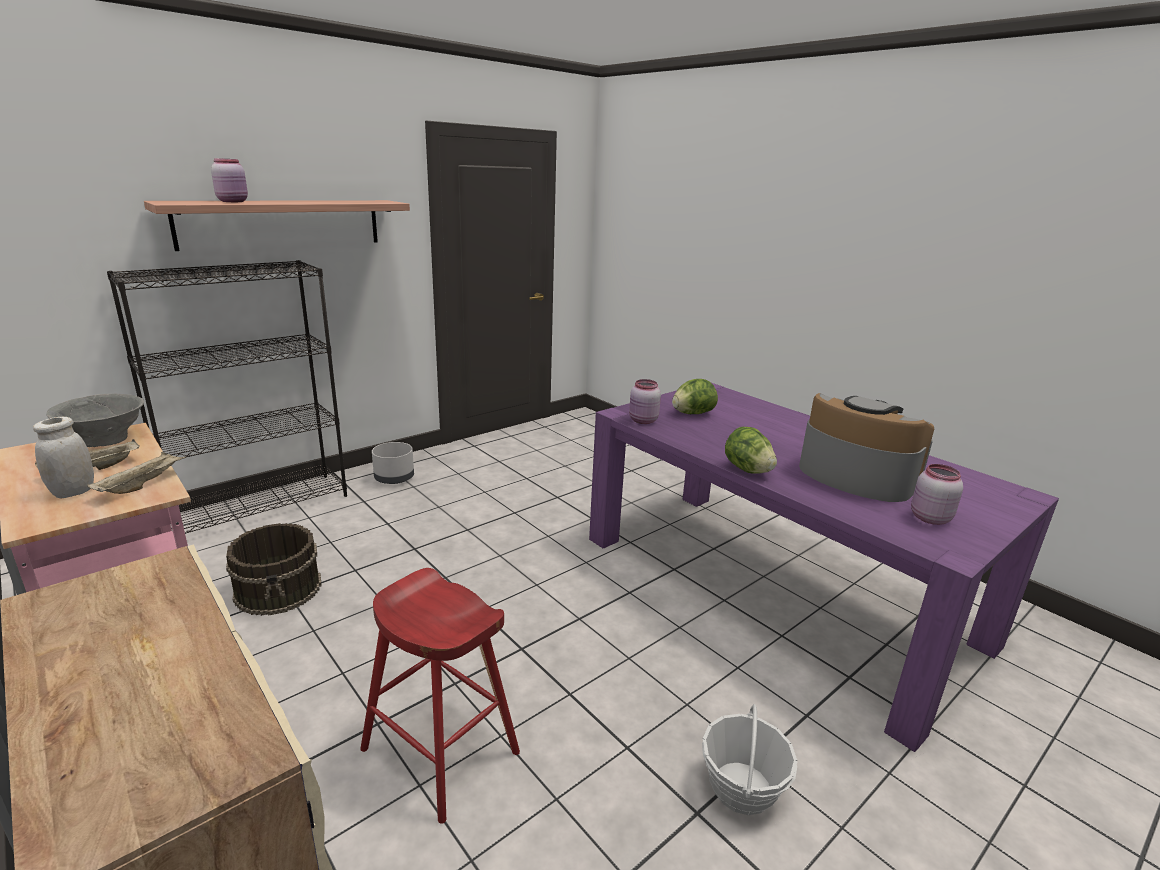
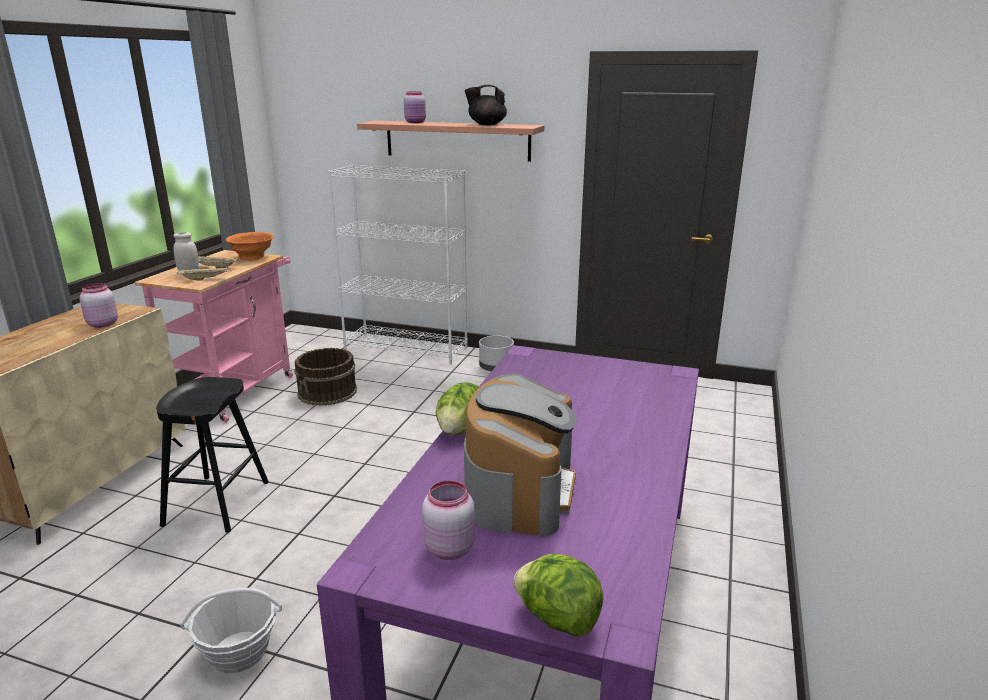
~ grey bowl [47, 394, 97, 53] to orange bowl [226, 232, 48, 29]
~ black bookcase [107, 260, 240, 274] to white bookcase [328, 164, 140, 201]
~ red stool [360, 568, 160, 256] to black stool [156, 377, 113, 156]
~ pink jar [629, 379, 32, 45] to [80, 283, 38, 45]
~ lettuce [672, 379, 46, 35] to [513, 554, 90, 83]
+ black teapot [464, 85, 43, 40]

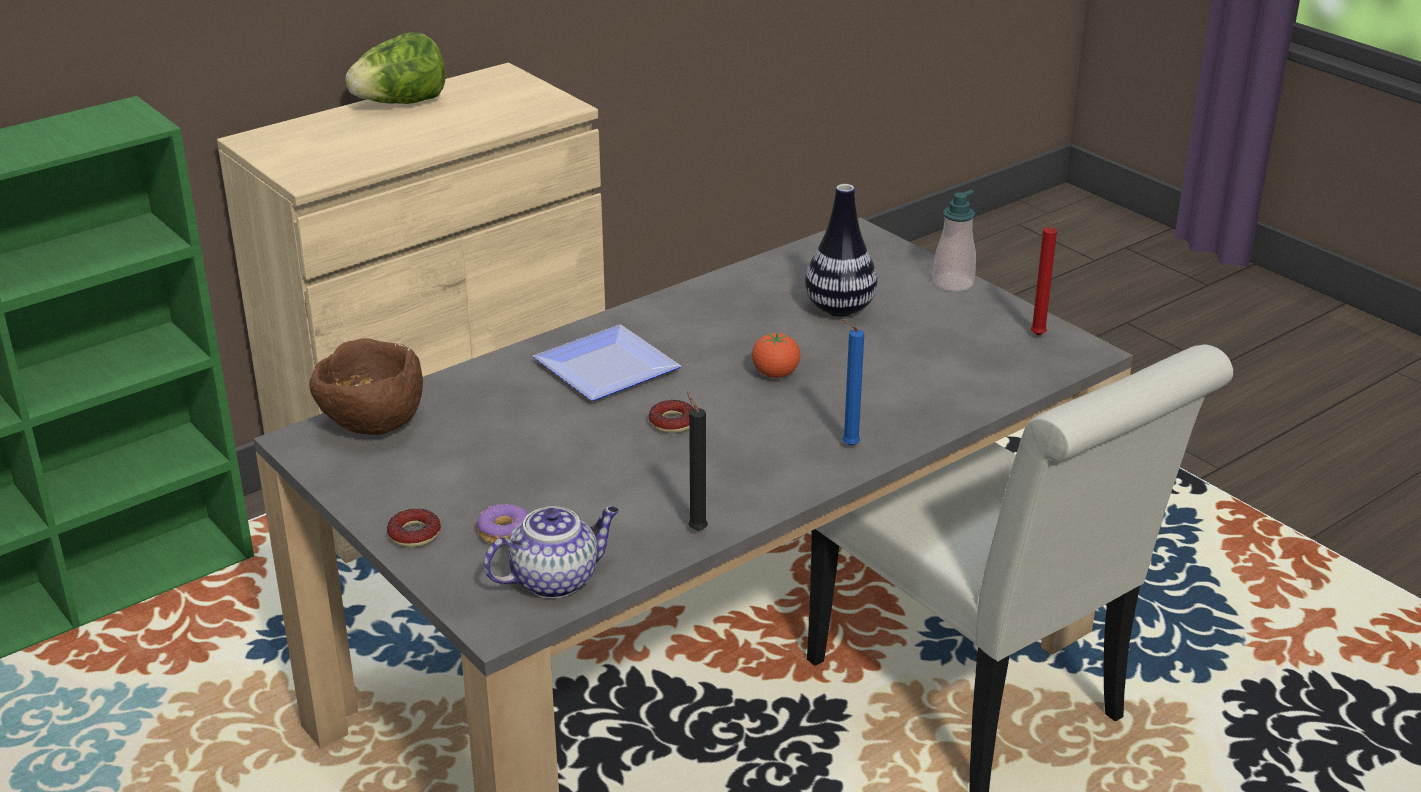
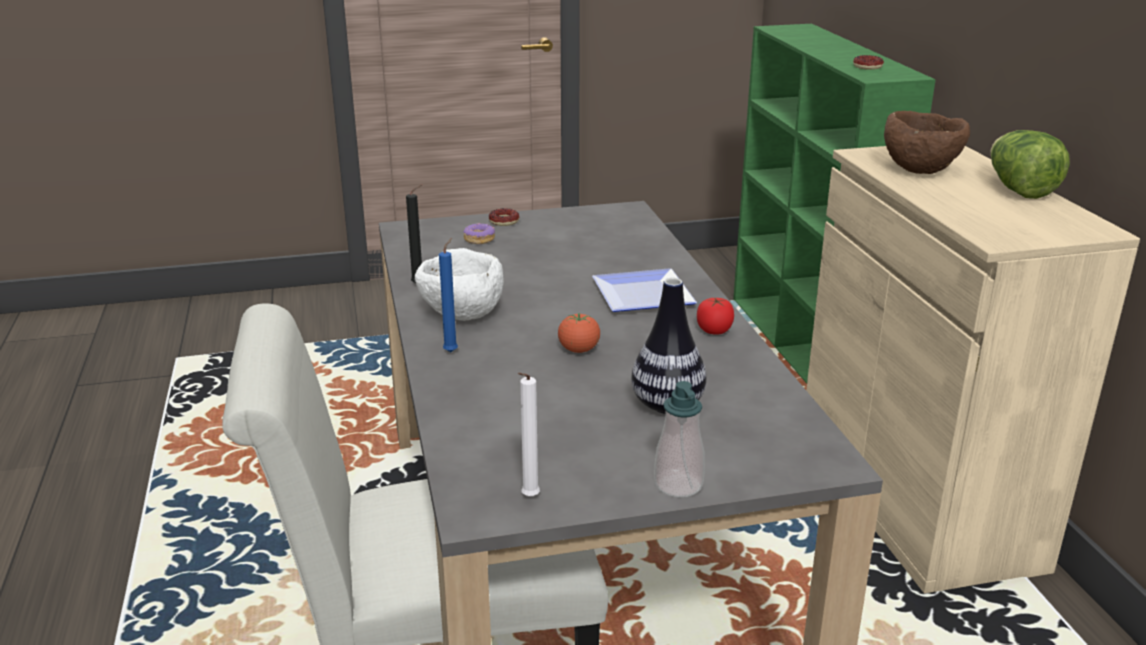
~ brown bowl [309, 338, 114, 97] to [884, 111, 86, 63]
- teapot [484, 506, 135, 92]
~ donut [649, 400, 45, 33] to [853, 55, 31, 15]
~ red candle [1030, 218, 36, 118] to white candle [518, 372, 22, 125]
+ white bowl [415, 248, 89, 73]
+ tomato [697, 297, 37, 38]

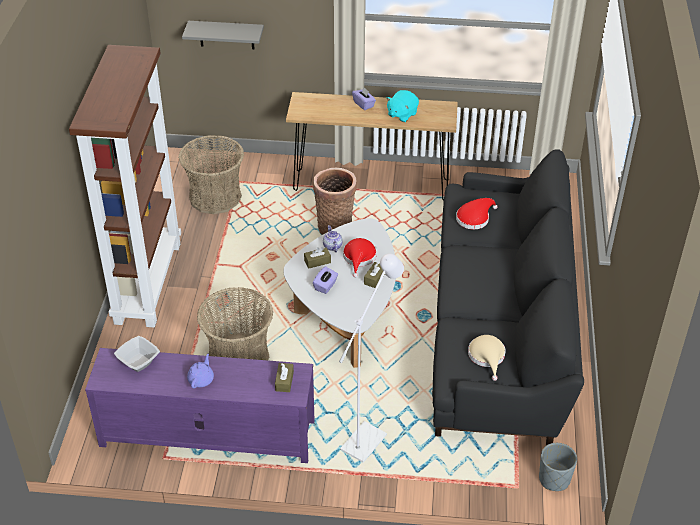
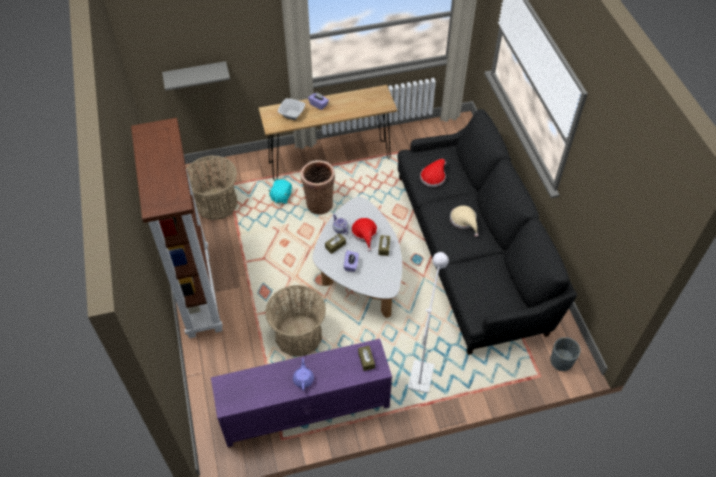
~ bowl [114, 336, 46, 36] to [278, 98, 27, 22]
~ turquoise plush toy [387, 90, 32, 32] to [268, 179, 24, 25]
~ beige hat [468, 335, 38, 46] to [450, 206, 28, 31]

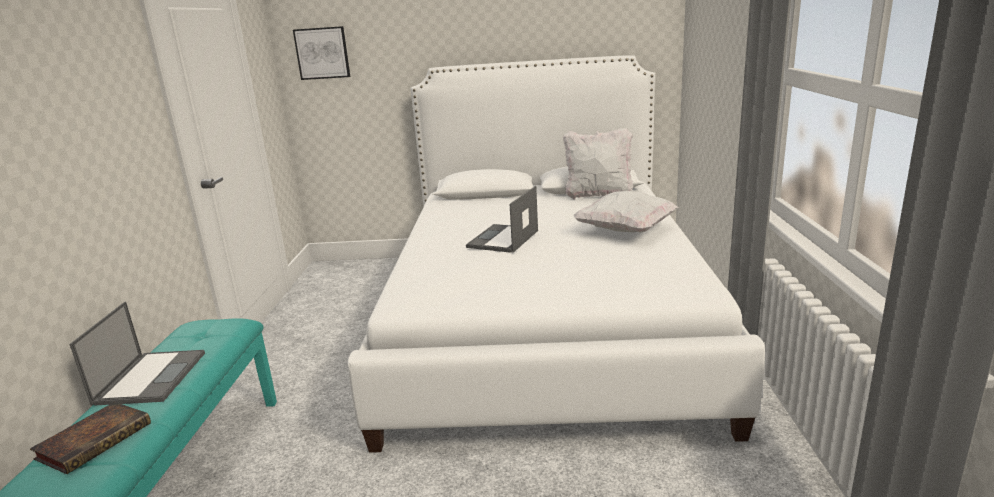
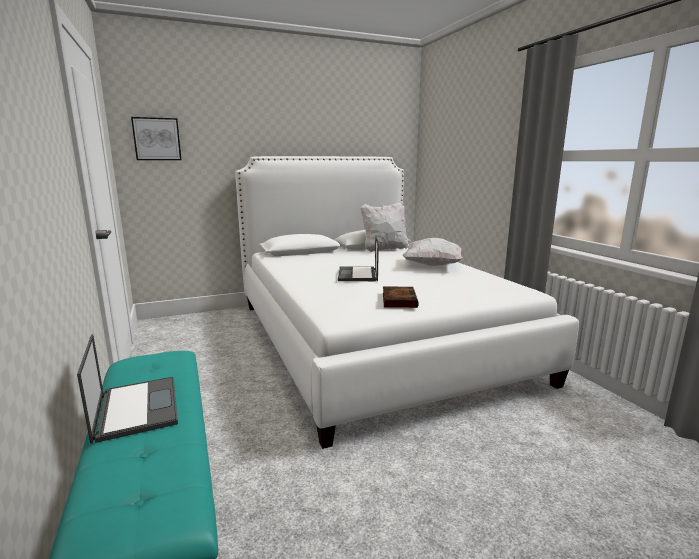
~ book [30, 402, 121, 72] to [383, 287, 36, 21]

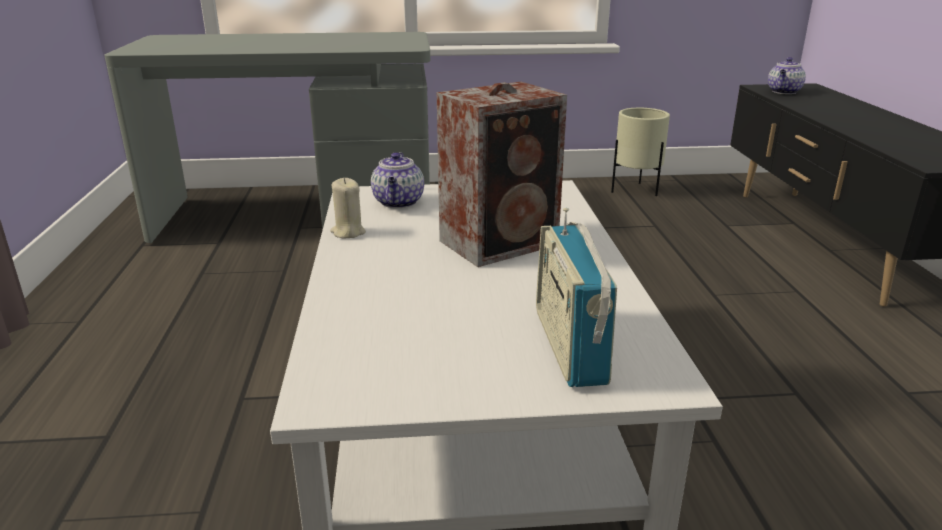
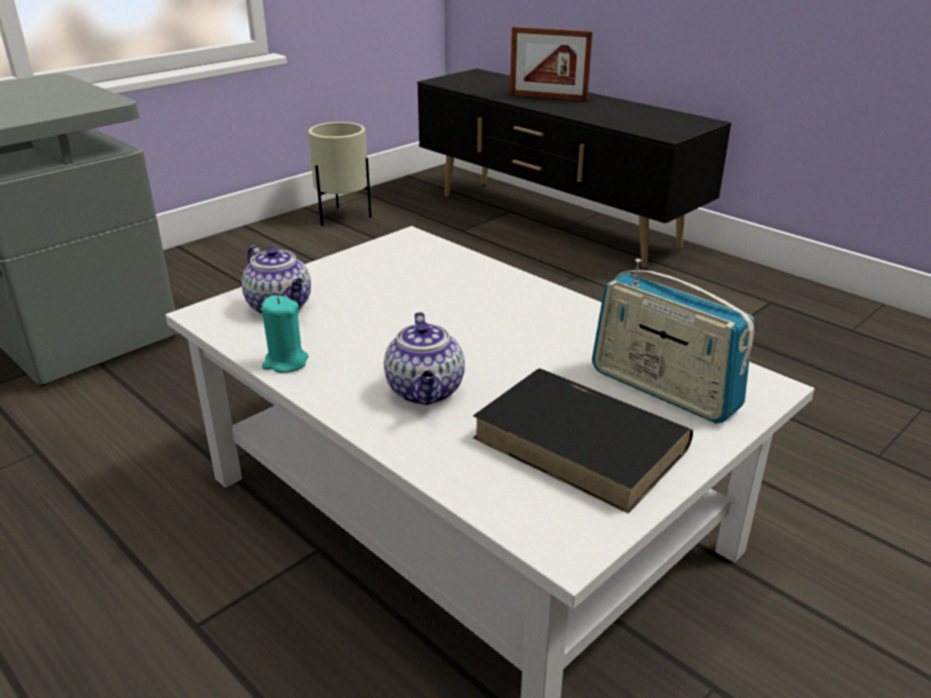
~ beige candle [330, 178, 36, 61] to turquoise candle [261, 295, 47, 78]
- speaker [437, 82, 130, 185]
~ teapot [768, 57, 38, 37] to [384, 312, 81, 93]
+ black book [473, 368, 220, 146]
+ picture frame [510, 27, 83, 74]

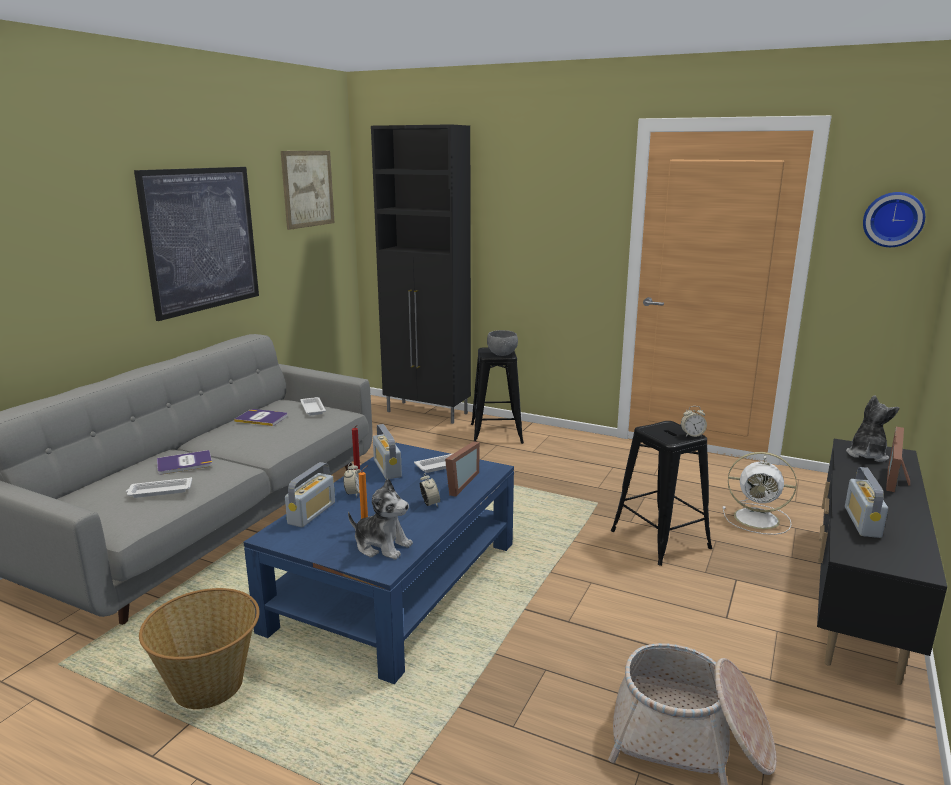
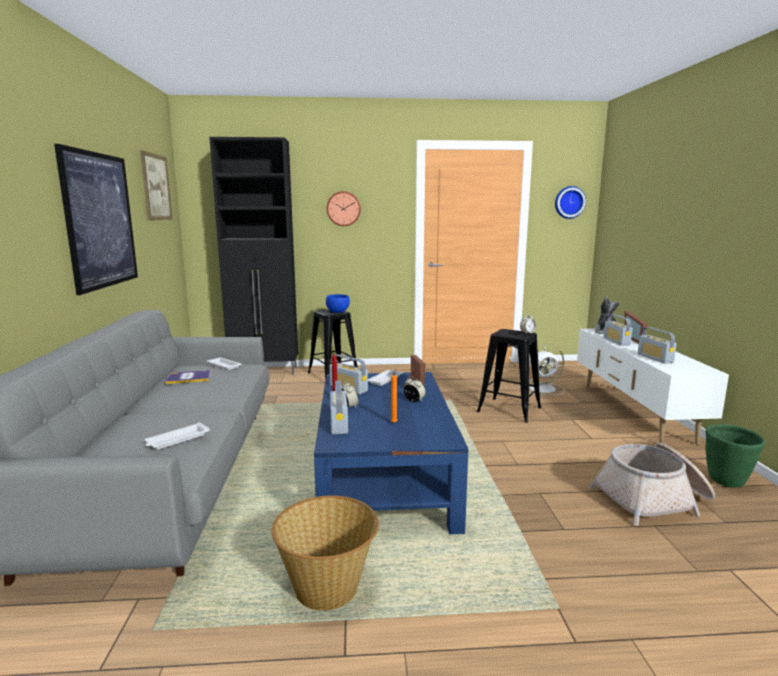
- book [157, 450, 55, 24]
- plush toy [348, 478, 65, 82]
~ grey bowl [487, 330, 31, 26] to blue bowl [326, 294, 24, 19]
~ black tv stand [817, 439, 130, 246] to white tv stand [577, 328, 152, 117]
+ wall clock [327, 191, 34, 35]
+ radio [604, 314, 29, 32]
+ green planter [705, 424, 60, 64]

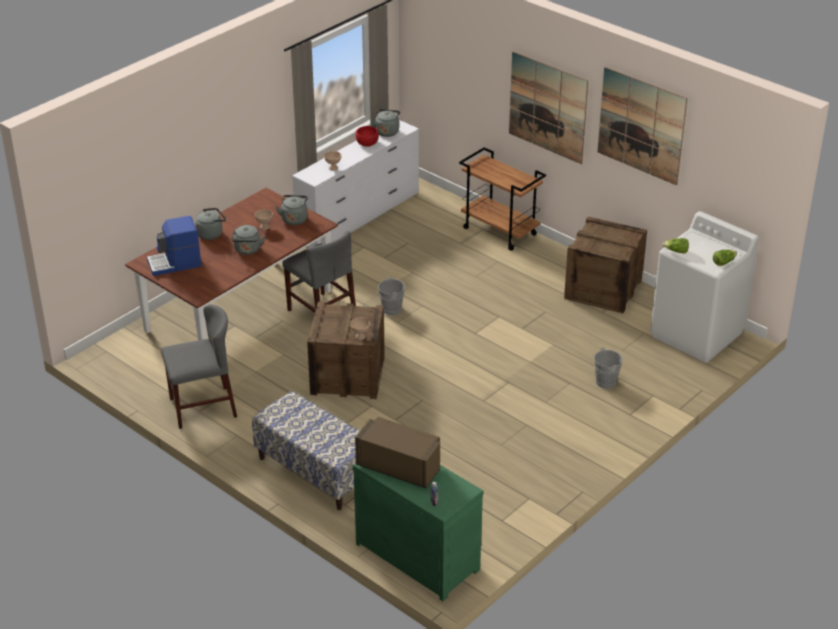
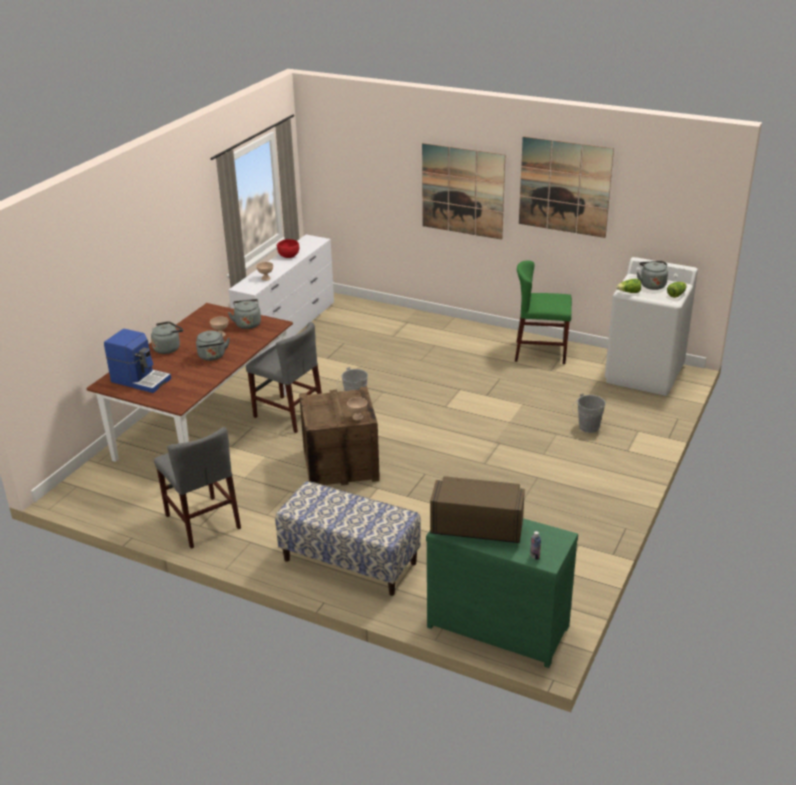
~ coffee machine [147, 216, 54, 60] = [104, 329, 67, 64] 120 degrees counterclockwise
~ grey chair [161, 304, 76, 125] = [154, 427, 87, 122] 90 degrees clockwise
~ grey kettle [370, 109, 30, 28] to [637, 261, 31, 29]
- brown cart [459, 147, 87, 104]
~ crate [564, 216, 83, 97] to green chair [515, 261, 57, 103]

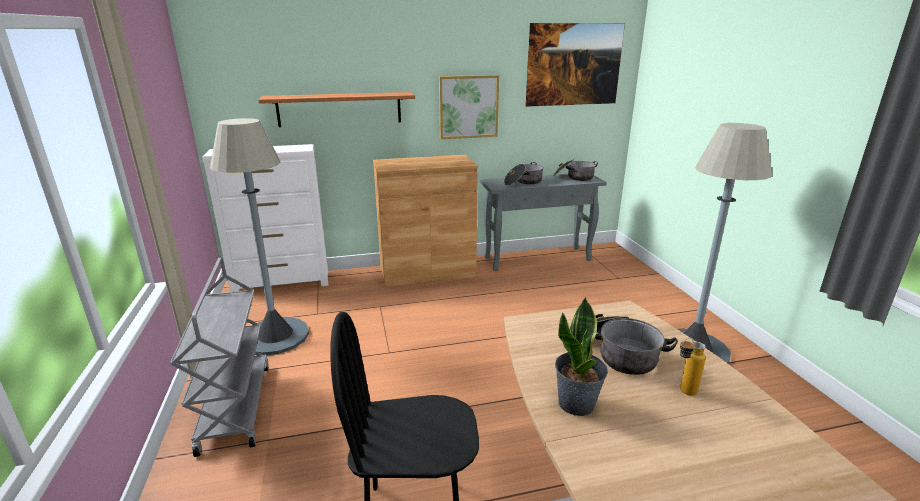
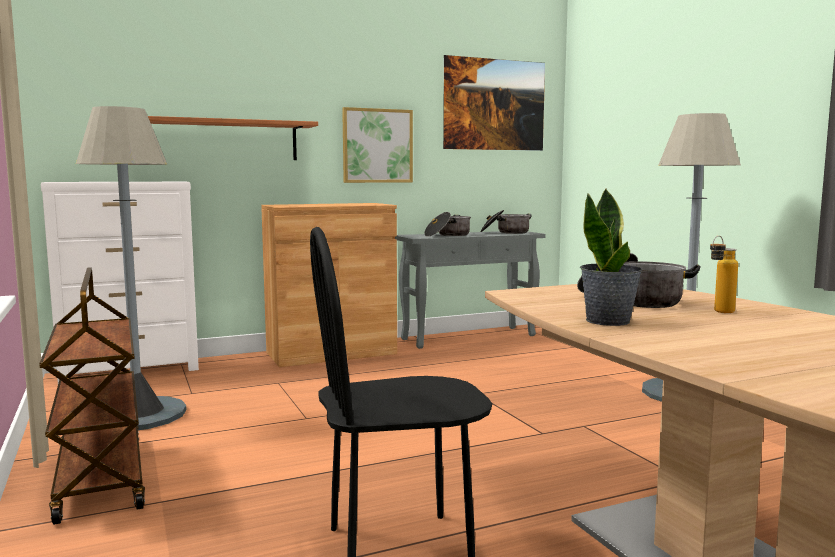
~ grey cart [170, 258, 99, 199] to brown cart [39, 267, 106, 258]

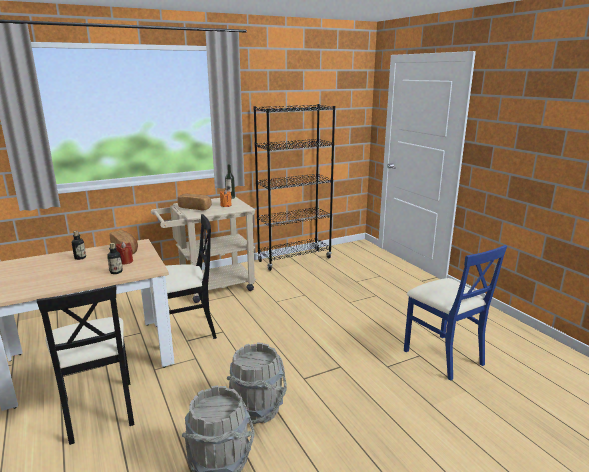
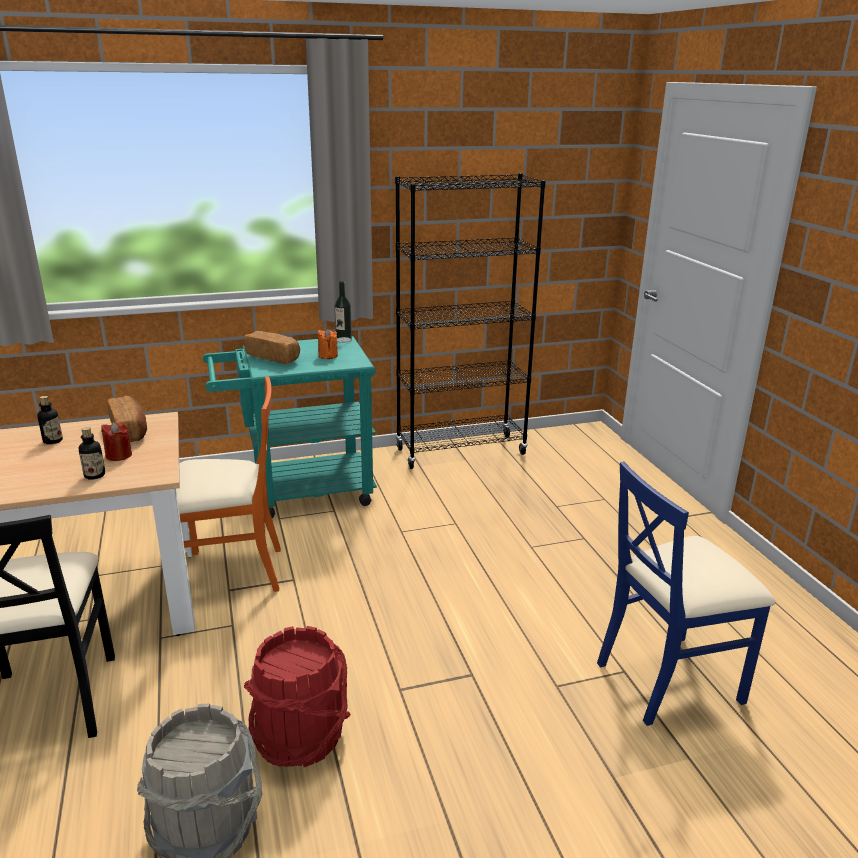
~ black chair [150, 214, 67, 125] to orange chair [176, 376, 105, 216]
~ beige cart [151, 197, 105, 106] to turquoise cart [203, 336, 174, 182]
~ grey bucket [227, 343, 60, 81] to red bucket [244, 626, 107, 141]
~ blue chair [404, 245, 103, 136] = [597, 461, 178, 265] 90 degrees clockwise

